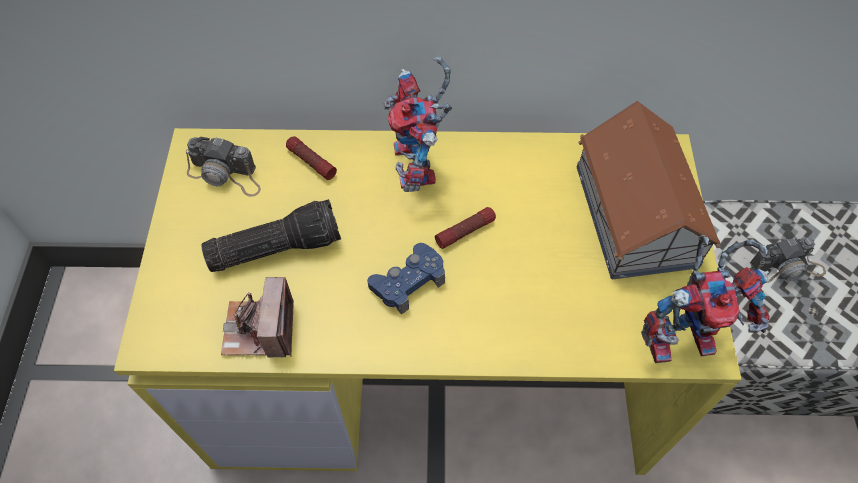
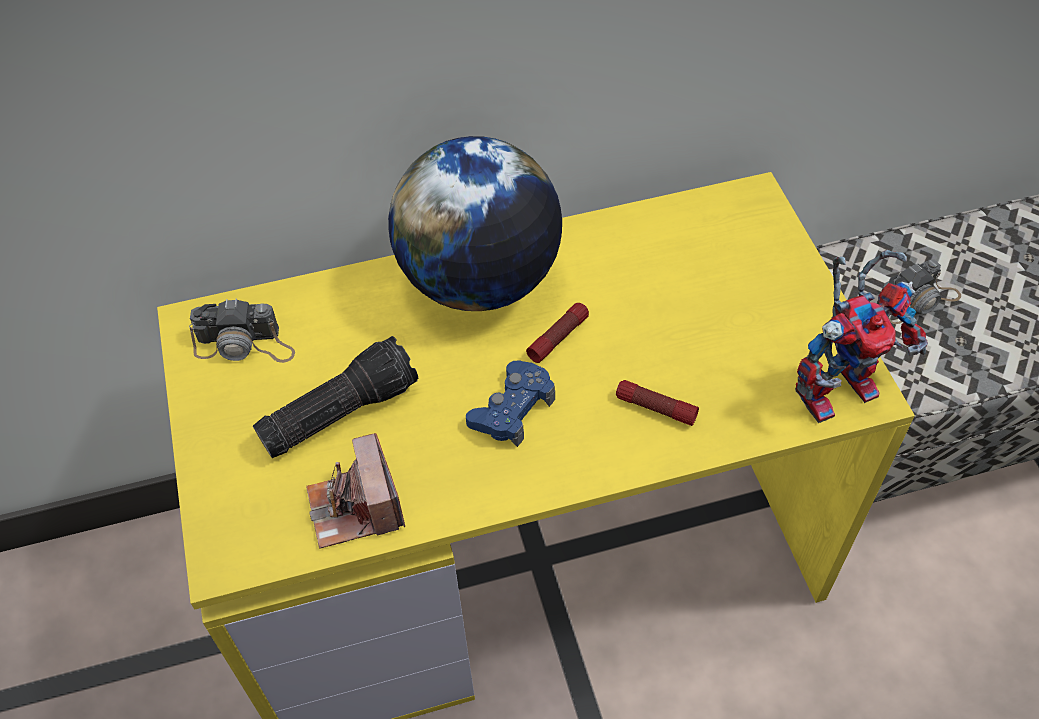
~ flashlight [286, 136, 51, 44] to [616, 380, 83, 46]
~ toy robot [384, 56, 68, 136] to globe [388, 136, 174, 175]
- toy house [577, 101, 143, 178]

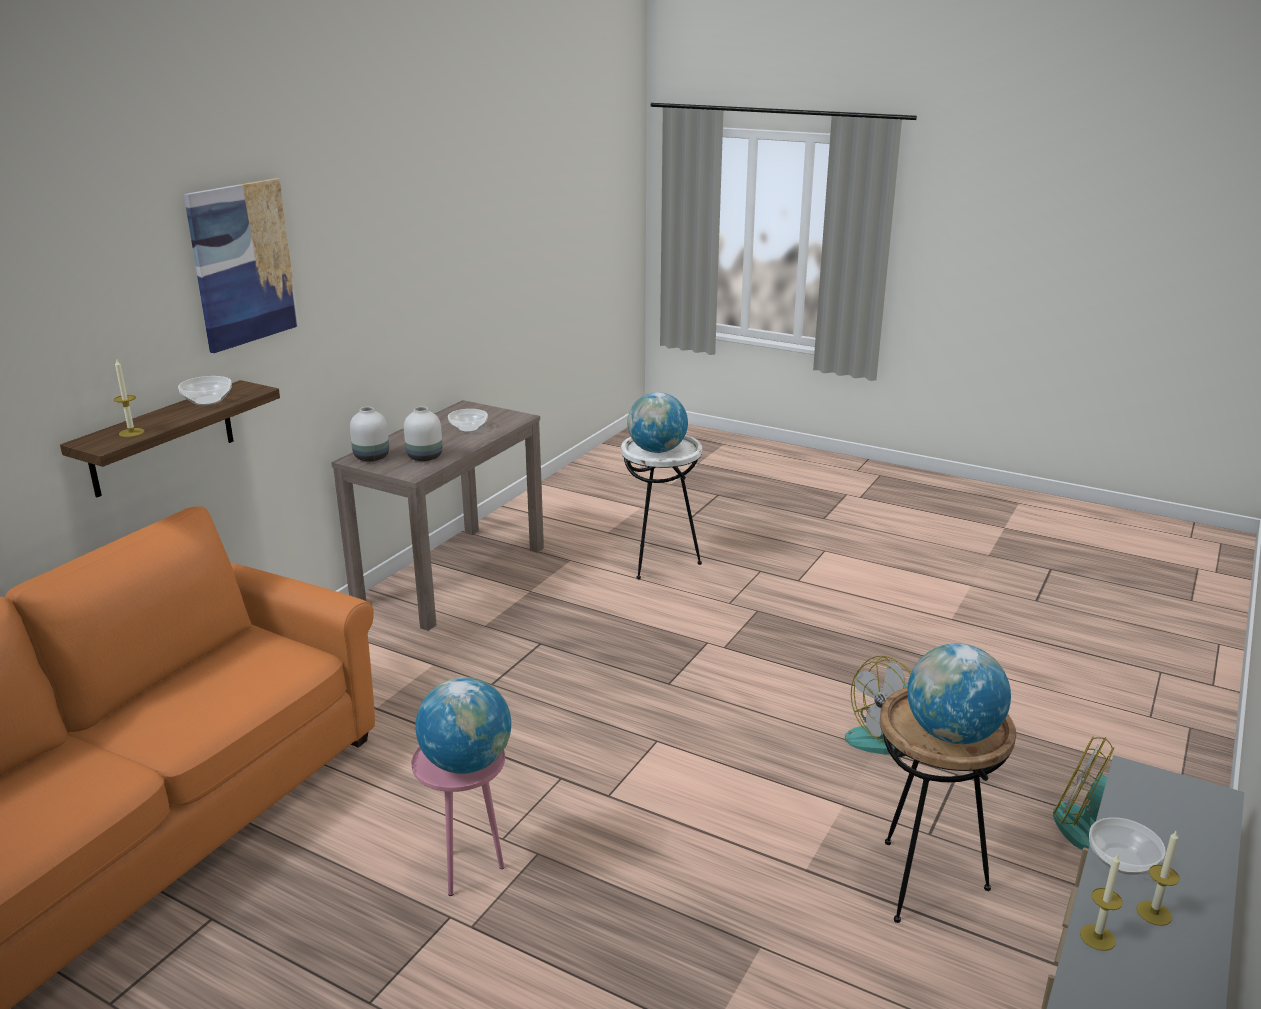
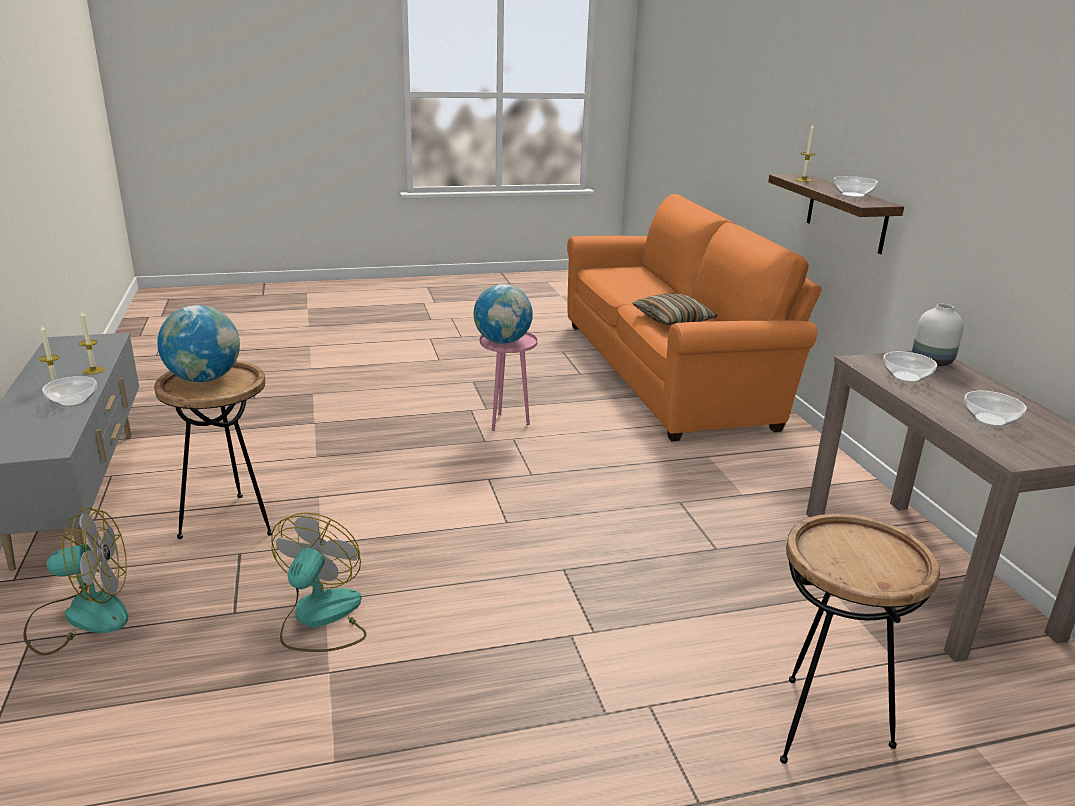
- picture [184, 178, 115, 175]
~ white vase [404, 406, 38, 55] to bowl [883, 351, 54, 31]
~ white side table [621, 435, 81, 144] to brown side table [780, 514, 160, 250]
- globe [627, 392, 61, 61]
+ pillow [632, 294, 86, 31]

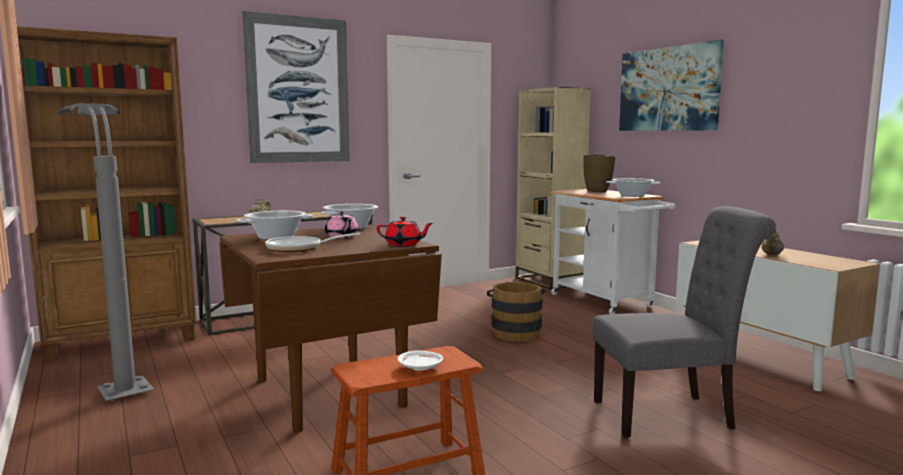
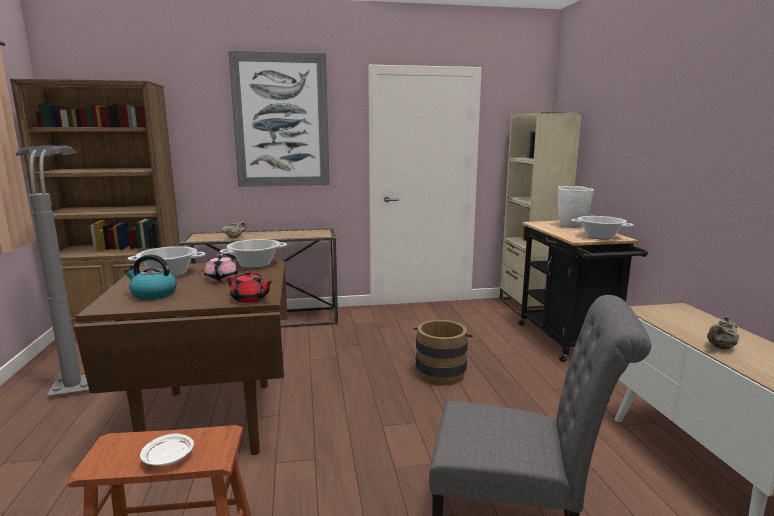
~ frying pan [265, 233, 95, 19] to kettle [124, 255, 53, 45]
~ white cart [550, 189, 125, 125] to black cart [518, 221, 130, 141]
~ brown vase [584, 155, 32, 37] to white vase [558, 186, 36, 42]
- picture [619, 39, 105, 92]

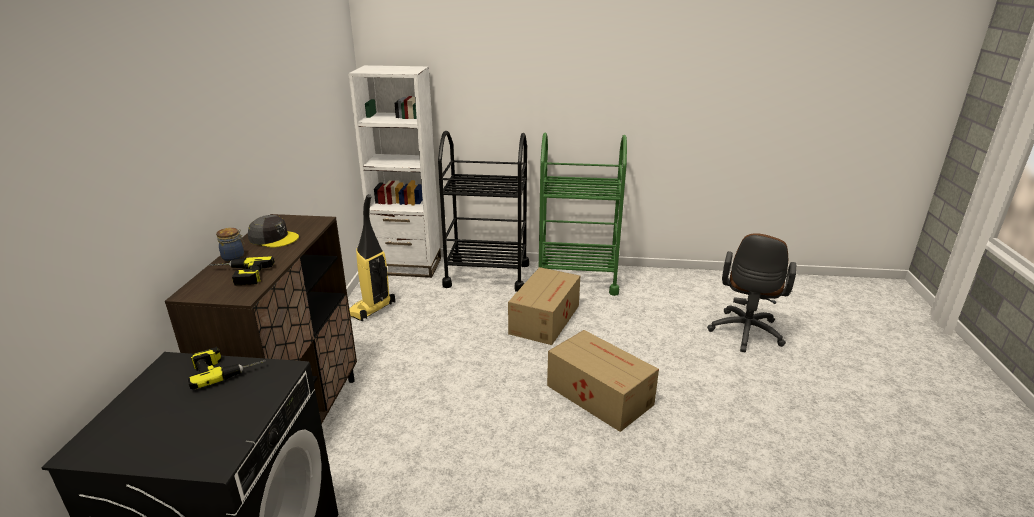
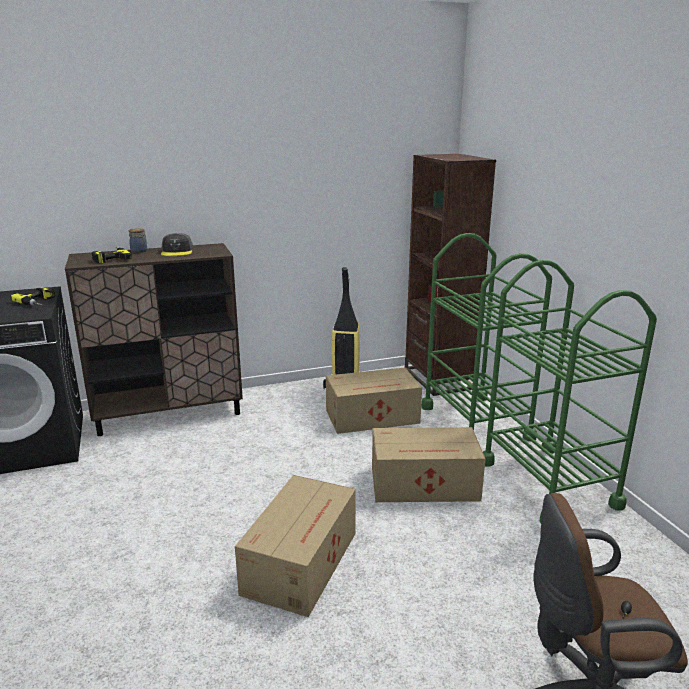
~ white bookcase [348, 65, 93, 213] to brown bookcase [405, 154, 91, 242]
~ black cart [438, 131, 91, 161] to green cart [422, 233, 130, 208]
+ cardboard box [326, 367, 96, 67]

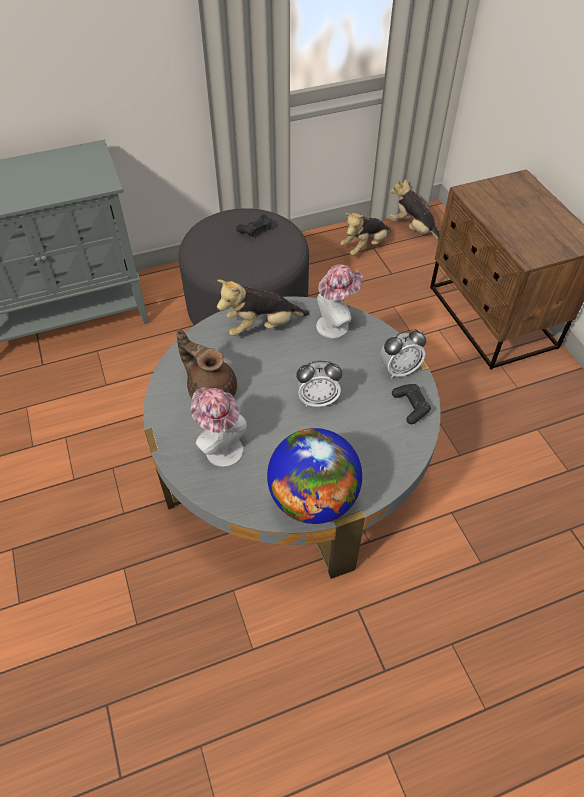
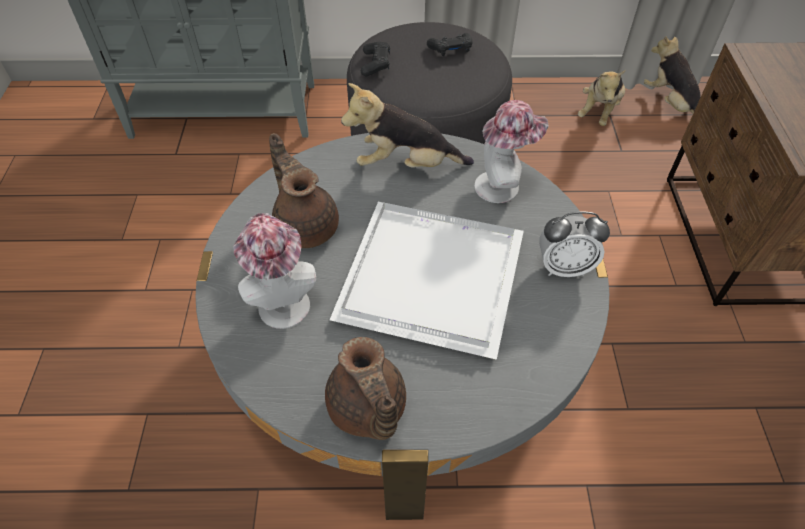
~ globe [267, 428, 95, 96] to brown teapot [325, 337, 81, 103]
~ alarm clock [296, 360, 46, 47] to white tray [330, 202, 194, 158]
~ plush toy [340, 213, 51, 43] = [578, 70, 48, 56] 45 degrees counterclockwise
~ black game controller [392, 384, 39, 40] to [361, 42, 29, 34]

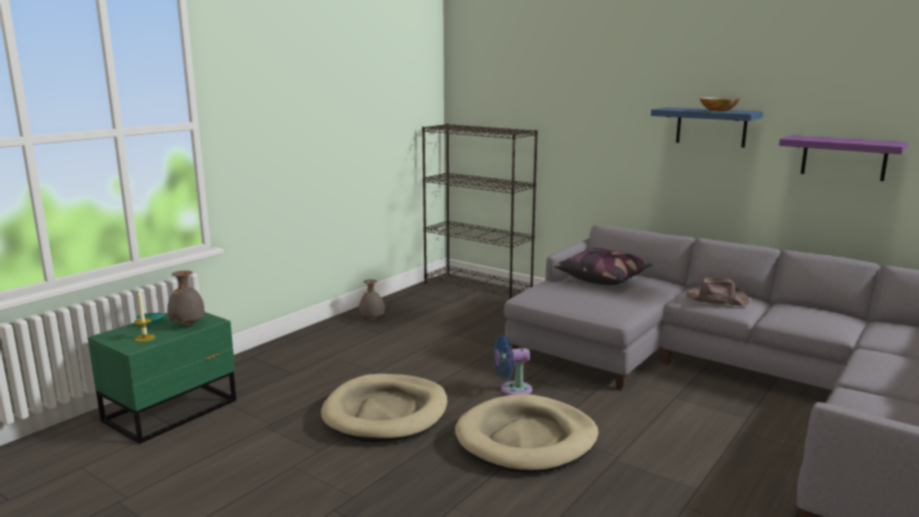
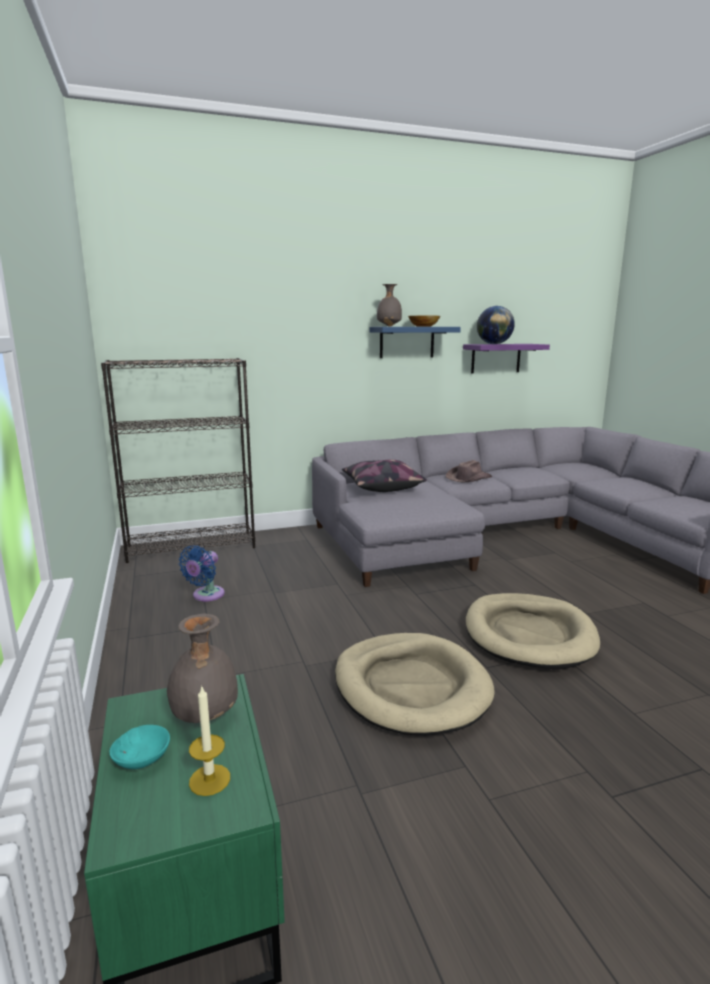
~ grey vase [359, 279, 26, 41] to [377, 284, 25, 43]
~ blue fan [494, 336, 38, 60] to [179, 545, 46, 56]
+ globe [477, 306, 38, 38]

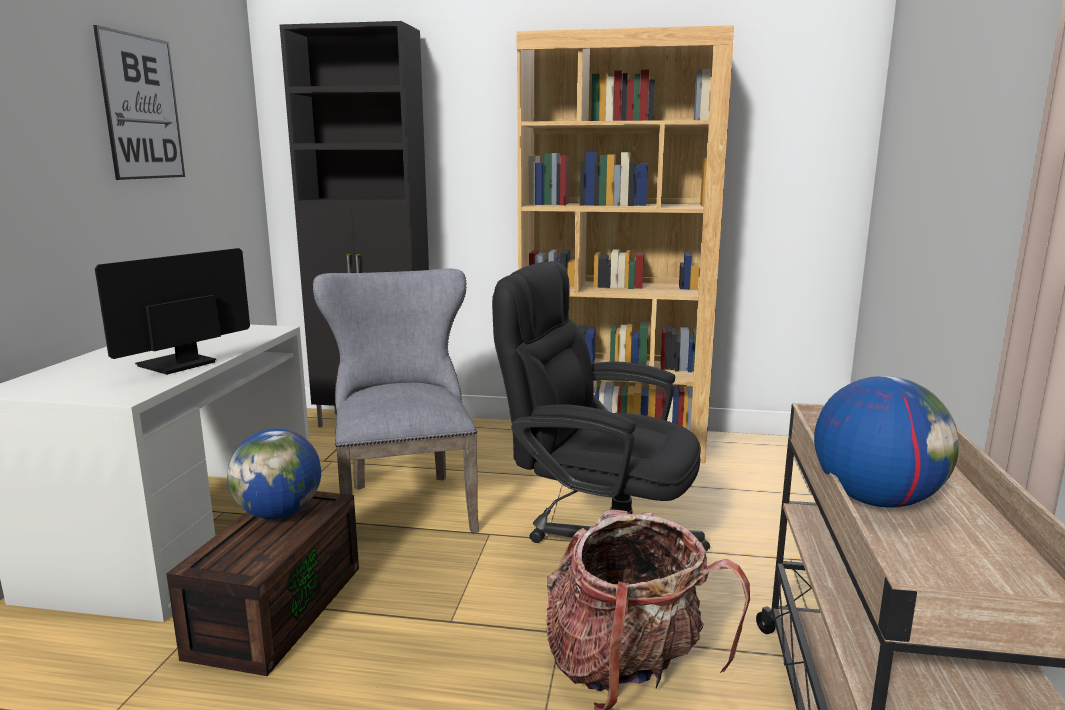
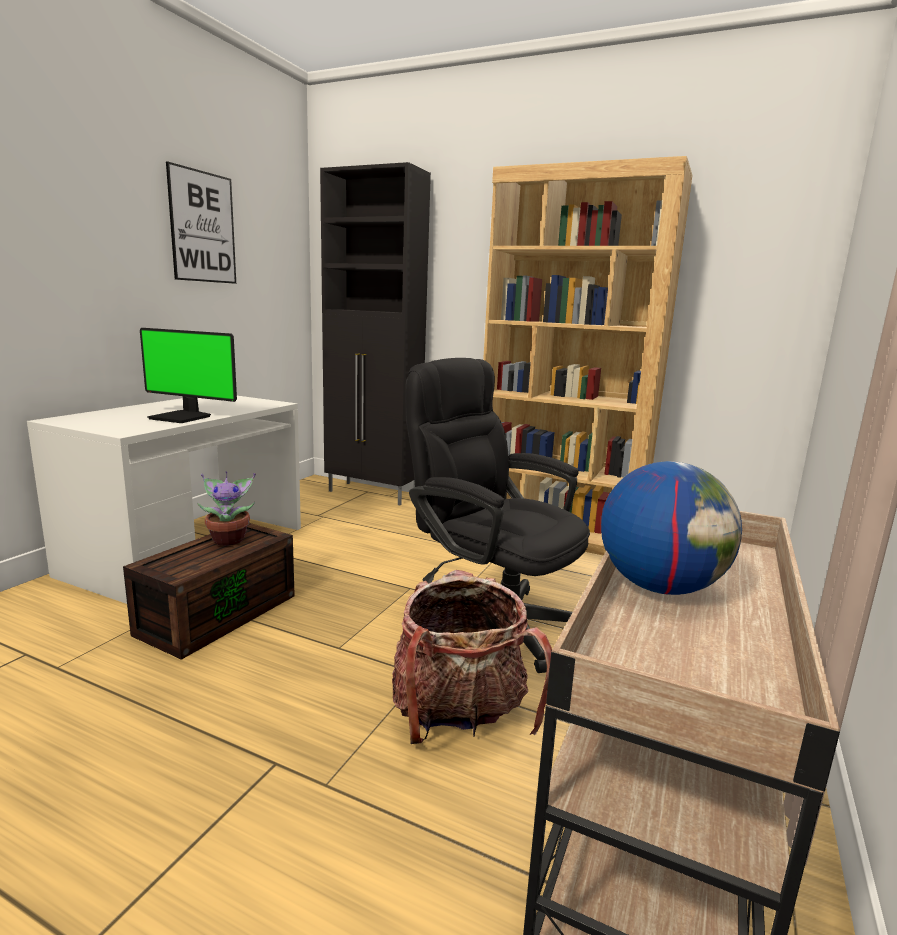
~ monitor [95, 248, 155, 127] = [140, 328, 97, 95] 120 degrees counterclockwise
~ globe [227, 429, 94, 90] to potted plant [197, 471, 59, 75]
- grey chair [312, 269, 167, 264]

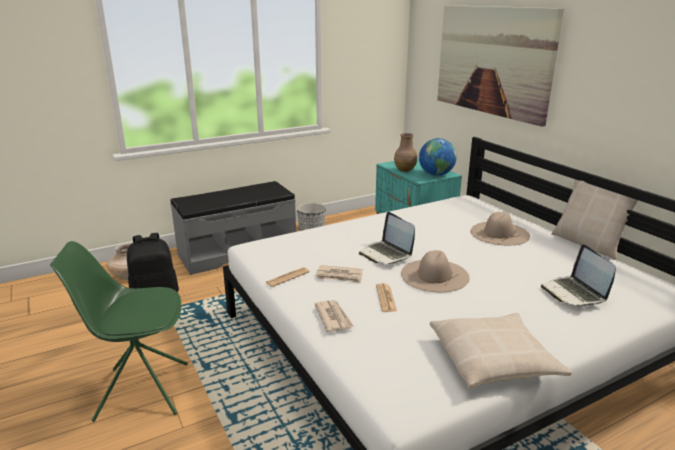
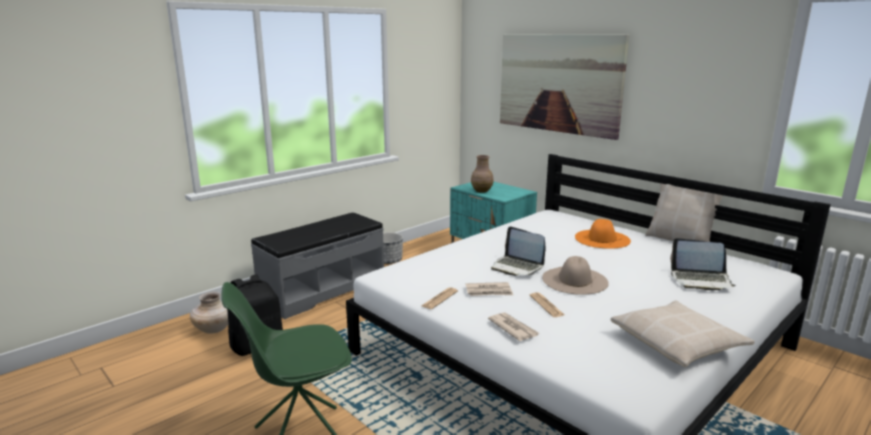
- globe [419, 138, 38, 38]
~ beige hat [470, 212, 60, 33] to orange hat [575, 219, 56, 30]
~ laptop [541, 244, 75, 63] = [670, 238, 66, 52] 45 degrees counterclockwise

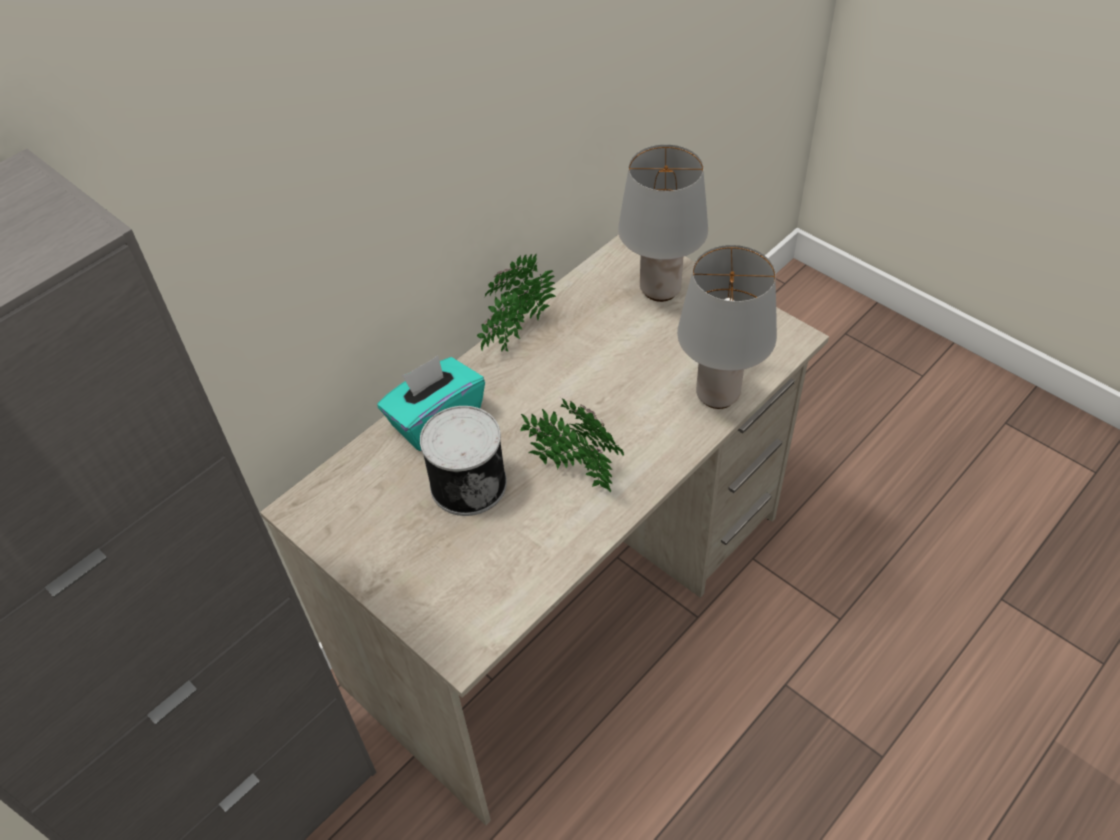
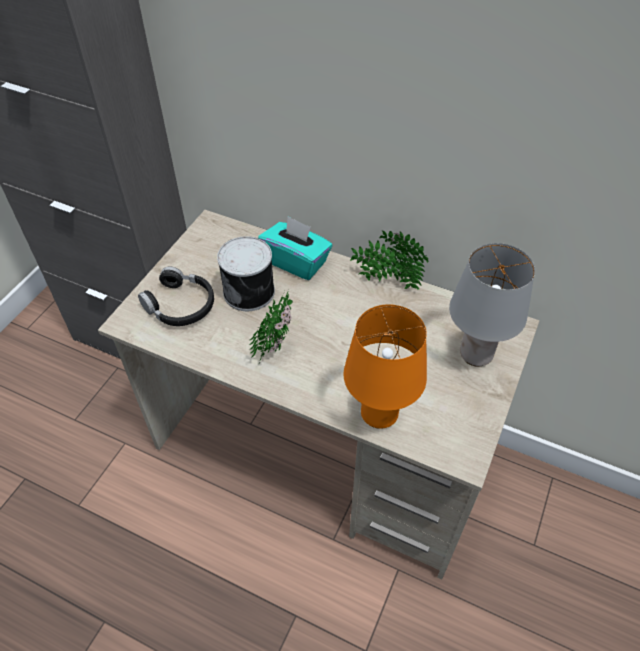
~ grey table lamp [677, 245, 100, 164] to orange table lamp [344, 304, 83, 125]
+ black headphones [138, 267, 76, 59]

